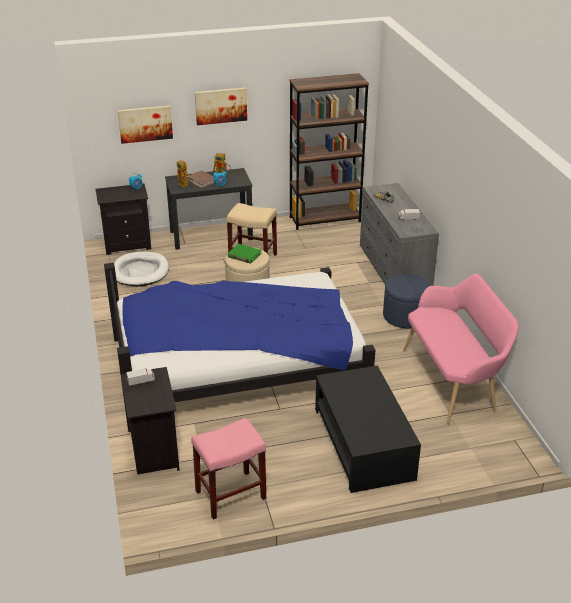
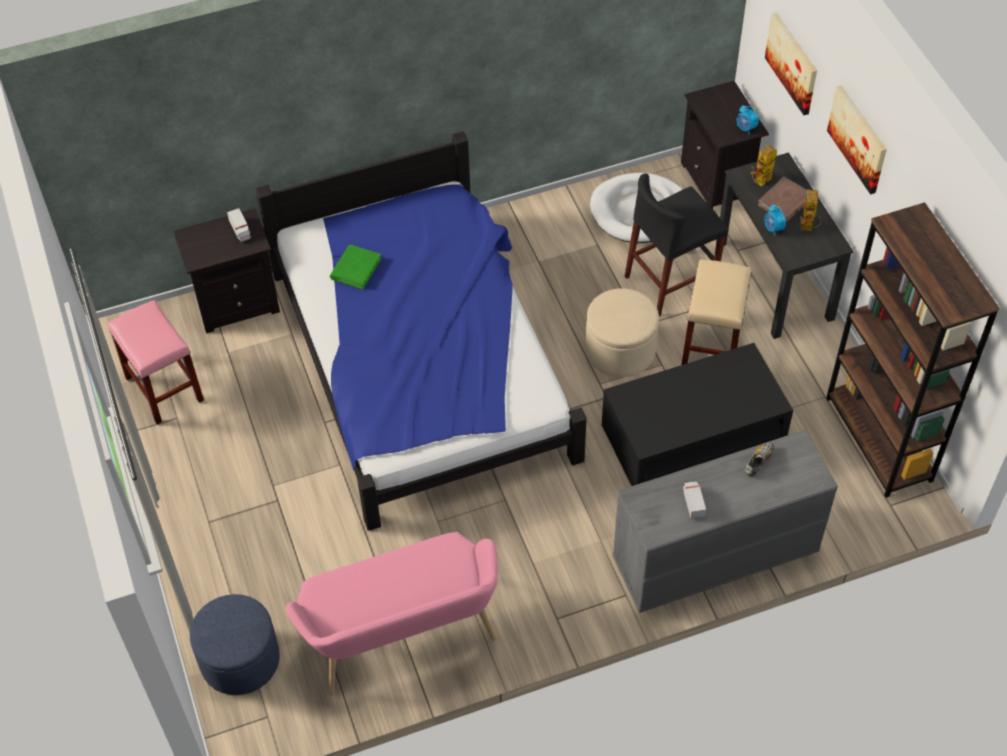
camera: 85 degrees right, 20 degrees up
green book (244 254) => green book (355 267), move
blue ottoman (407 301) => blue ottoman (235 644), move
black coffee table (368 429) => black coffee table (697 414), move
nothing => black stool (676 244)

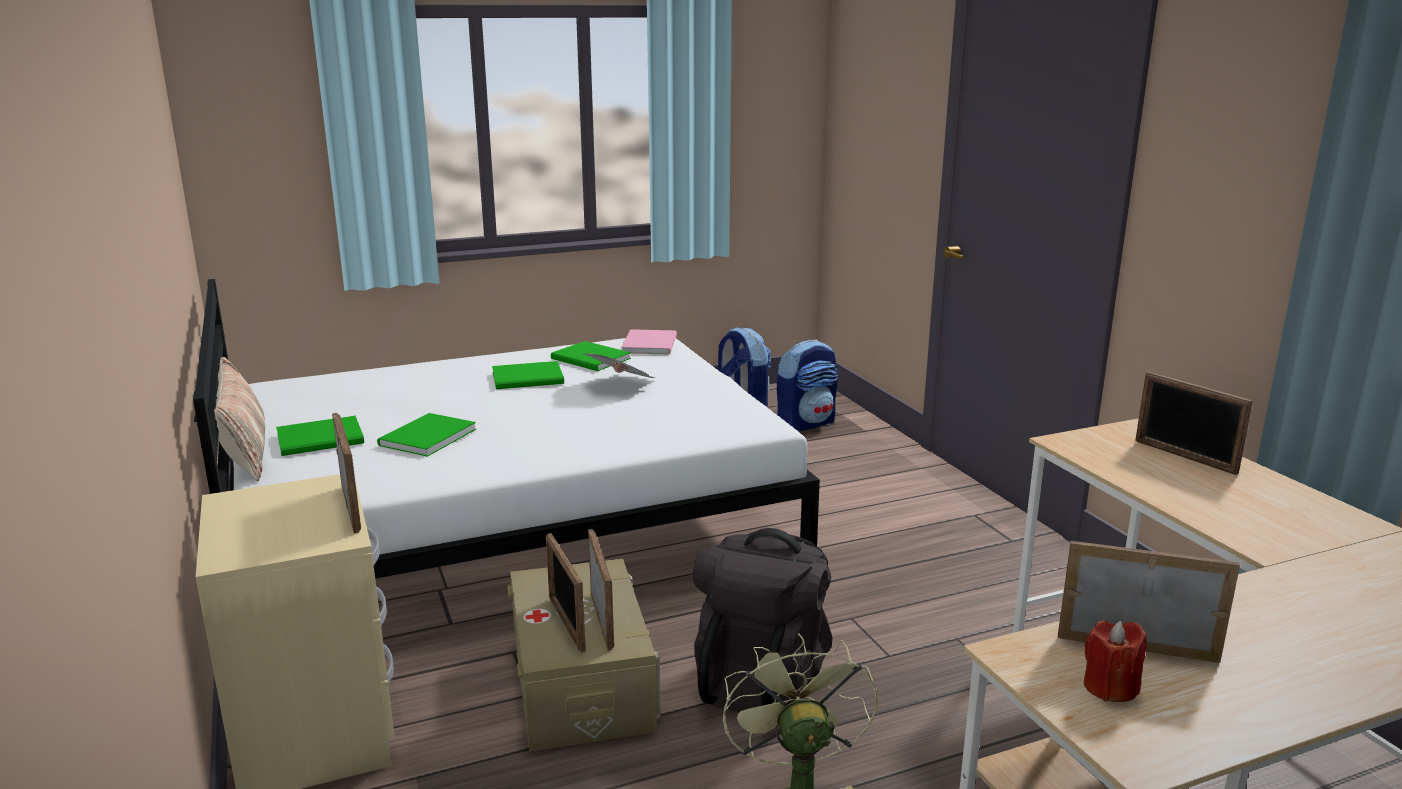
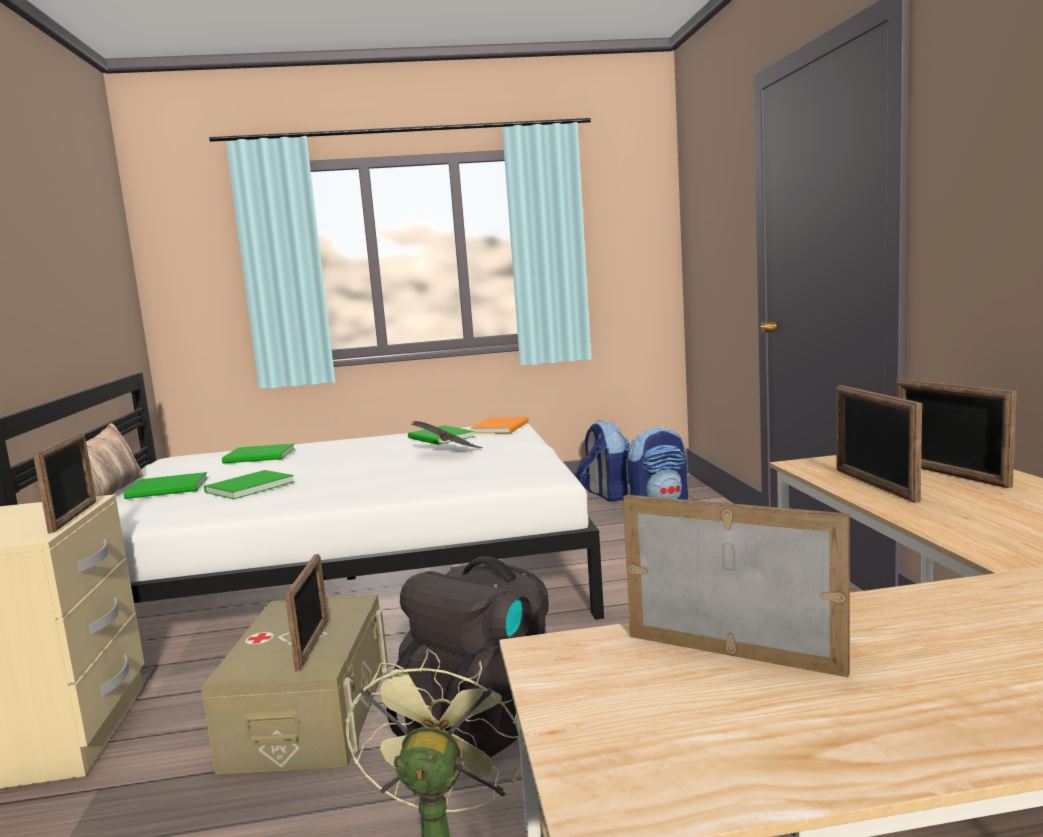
camera: 15 degrees right, 10 degrees down
pink book (649 342) => orange book (499 425)
green book (528 375) => green book (258 453), move
picture frame (566 592) => picture frame (879 444), move
red candle (1115 661) => nothing

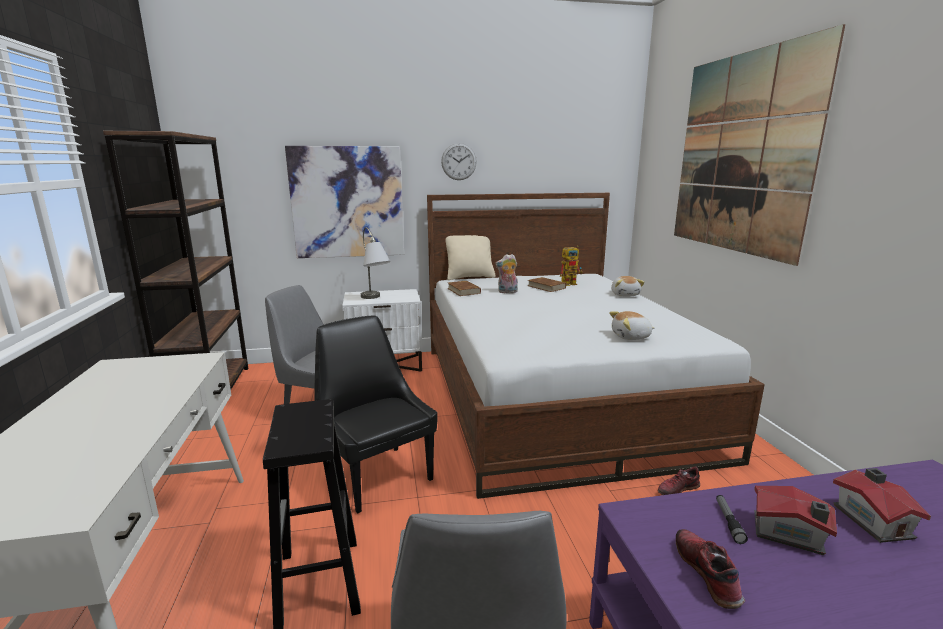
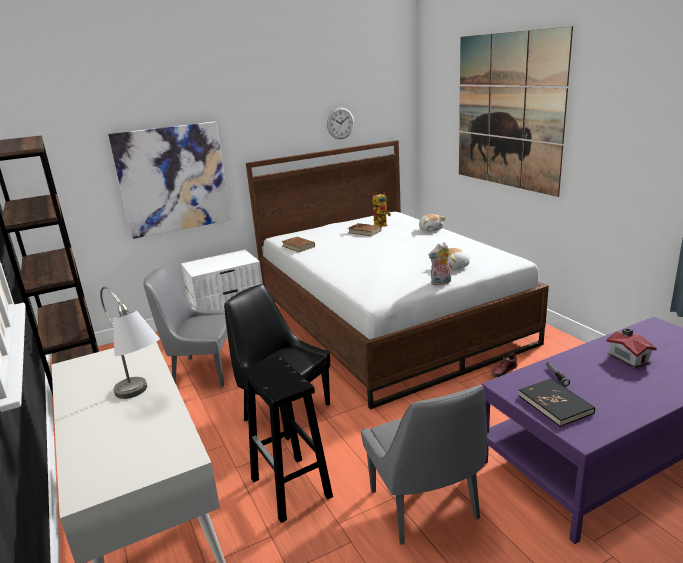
camera: 15 degrees left, 5 degrees up
wall clock (459 161) => wall clock (340 123), move
grey table lamp (375 263) => grey table lamp (130 343), move
beige pillow (470 257) => nothing
plush toy (506 273) => plush toy (440 263), move
toy house (795 520) => nothing
shoe (710 569) => black book (556 403)

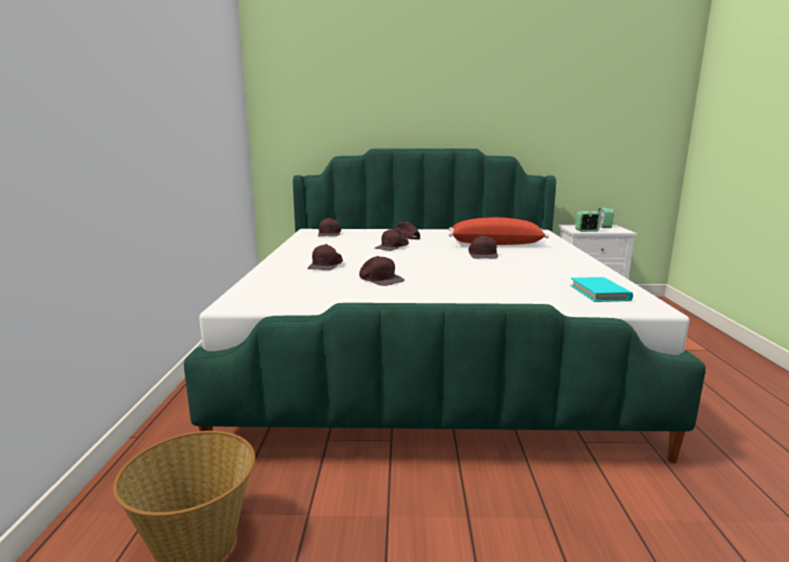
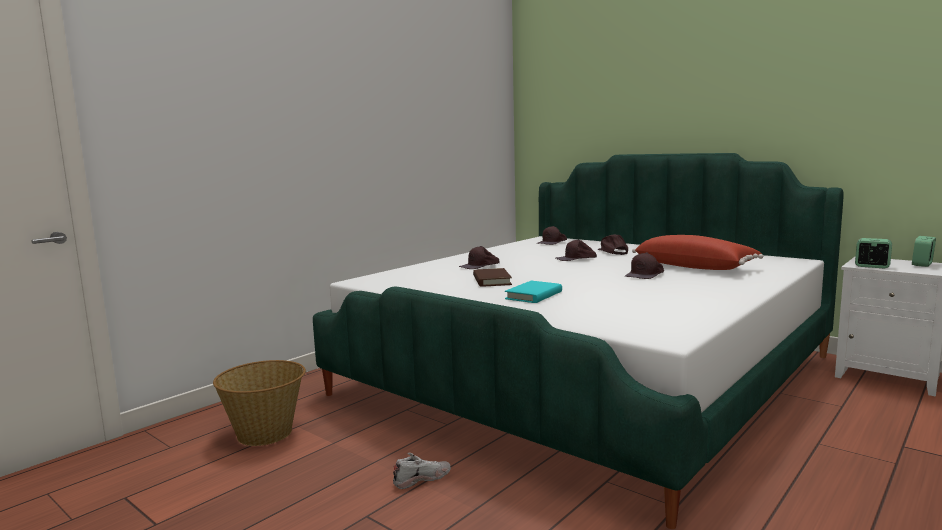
camera: 40 degrees right, 5 degrees down
brown cap (381 271) => brown book (492 277)
turquoise book (601 289) => turquoise book (533 292), move
nothing => white shoe (422 471)

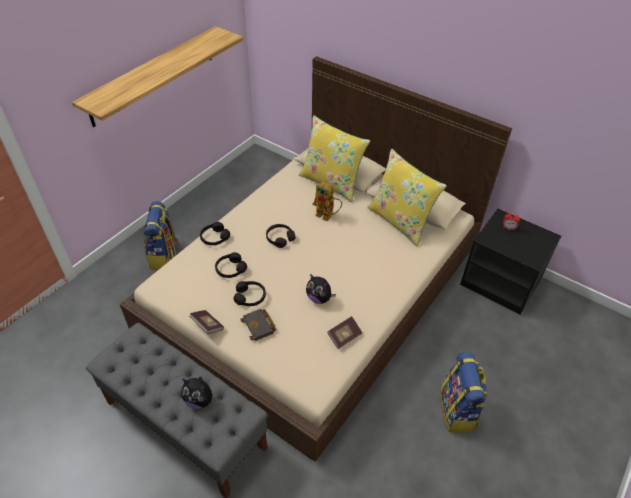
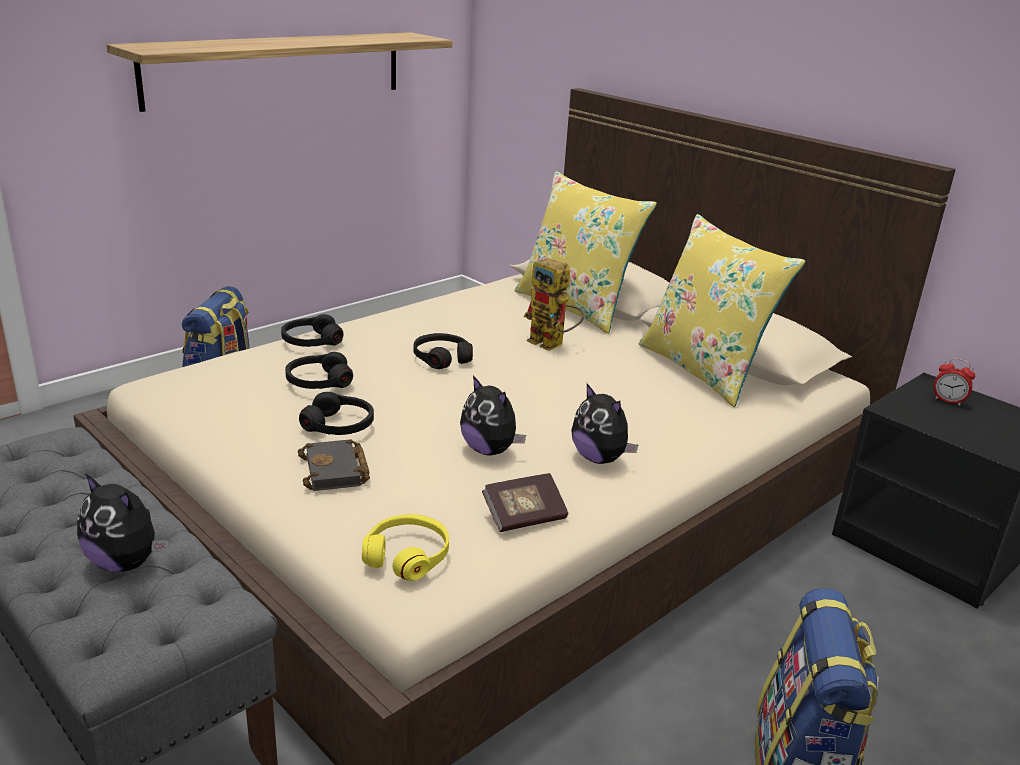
camera: 10 degrees right, 20 degrees down
book (206 322) => nothing
nothing => plush toy (604 424)
nothing => yellow headphones (405 547)

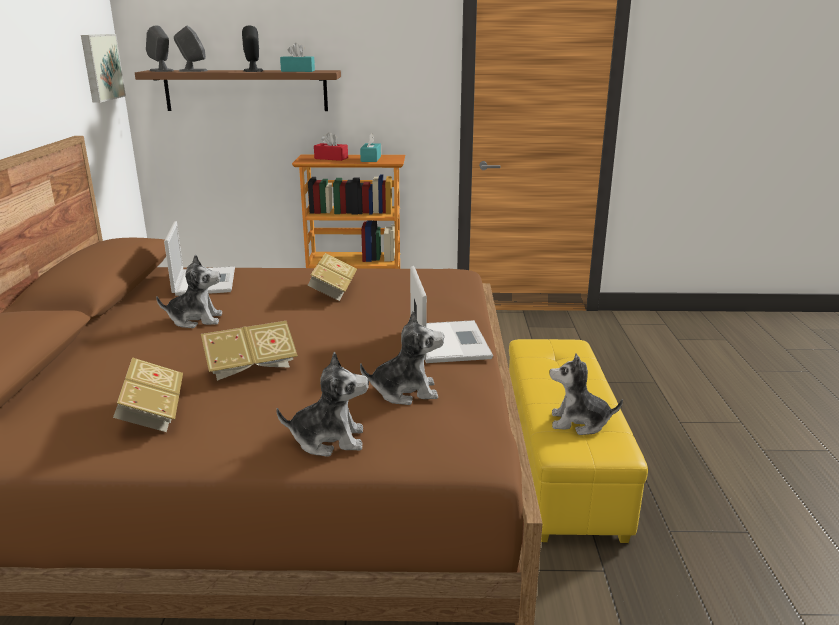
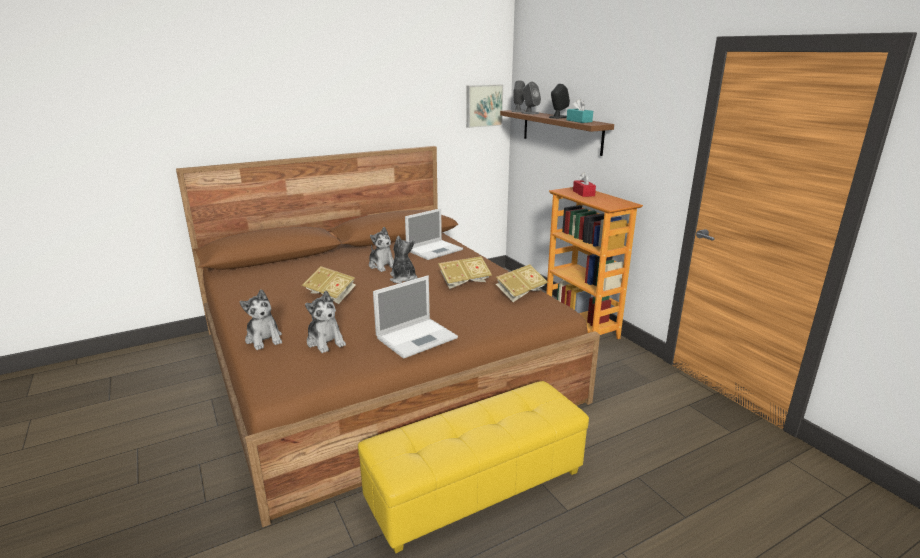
camera: 60 degrees right, 0 degrees up
turquoise tissue box (370 147) => nothing
plush toy (586 394) => plush toy (404 260), move
book (148 394) => book (522 283), move

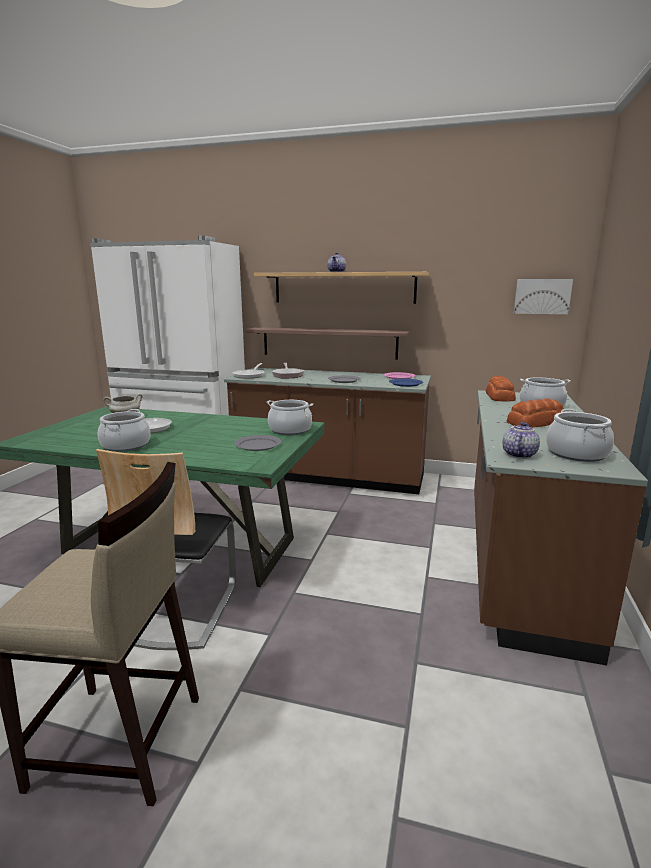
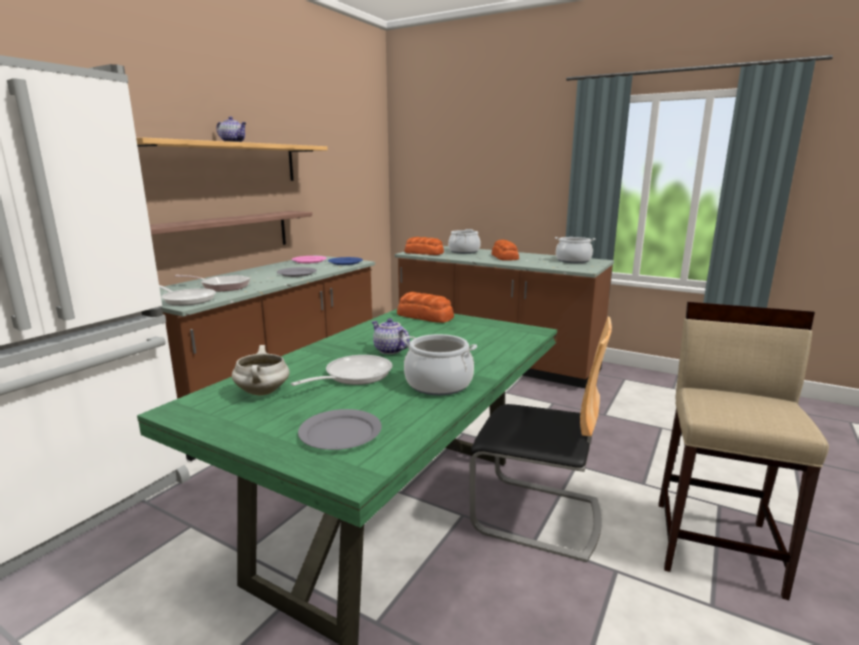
camera: 75 degrees left, 0 degrees up
picture (543 296) => nothing
cooking pot (289 417) => bread (425 307)
teapot (521 440) => teapot (391 336), move
grey plate (258 443) => grey plate (340 429), move

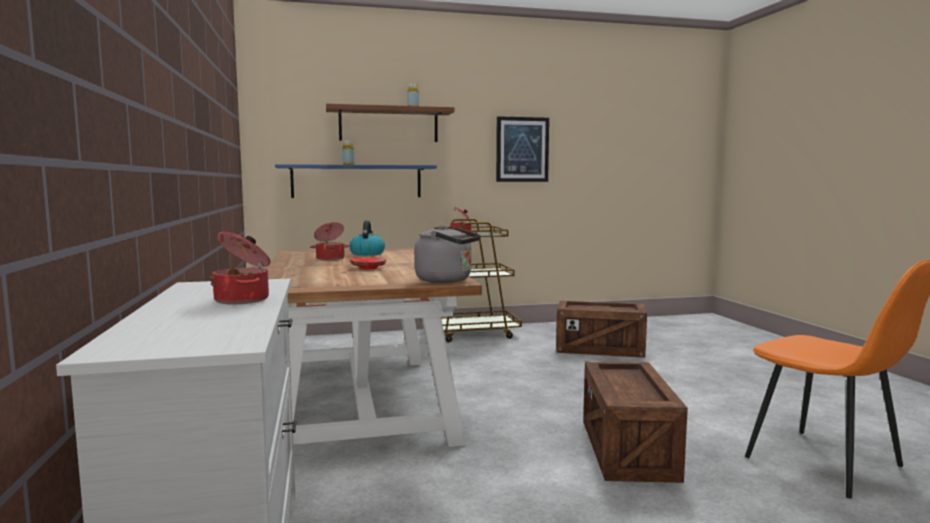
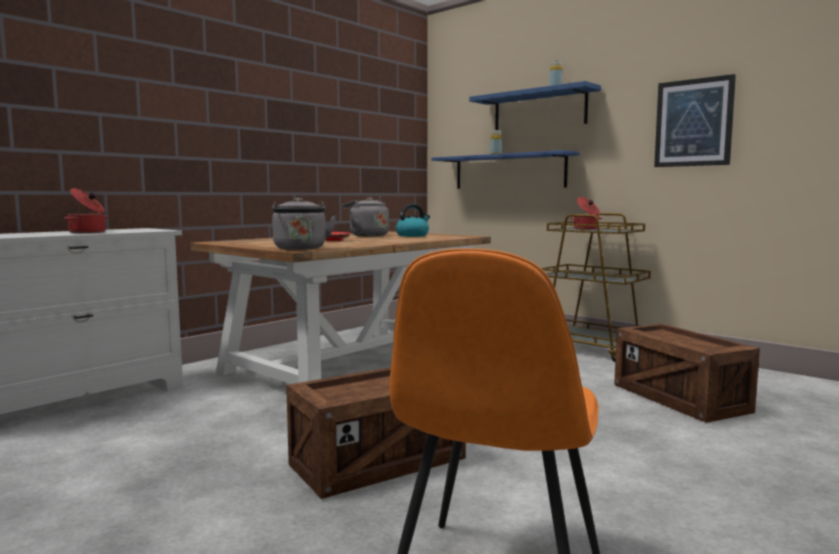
camera: 55 degrees right, 0 degrees up
brown shelf (390 123) => blue shelf (535 105)
cooking pot (330 241) => grey kettle (365 217)

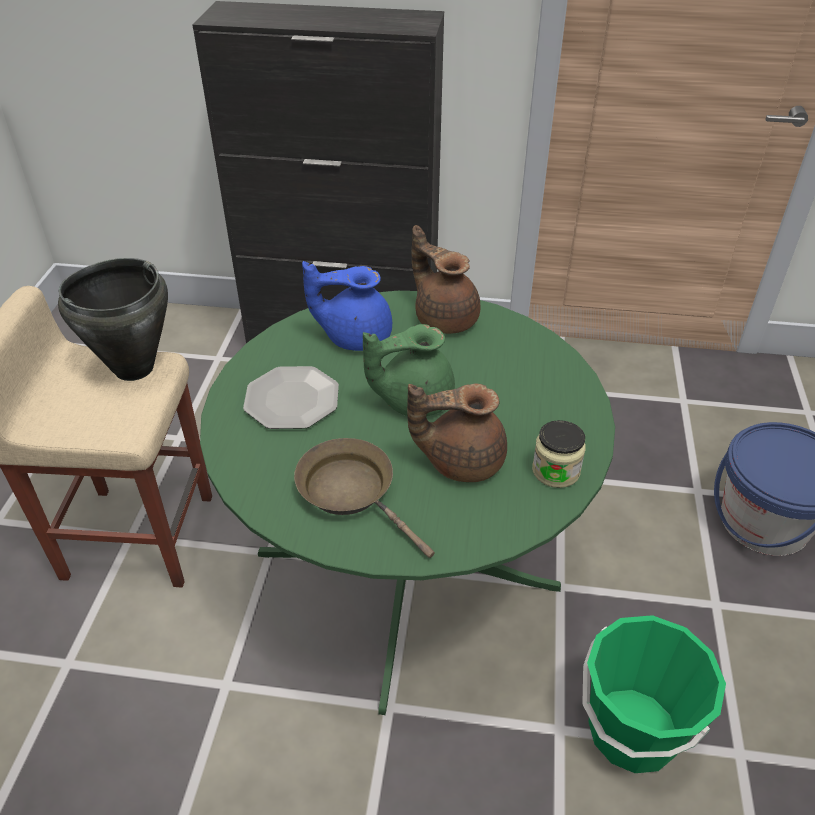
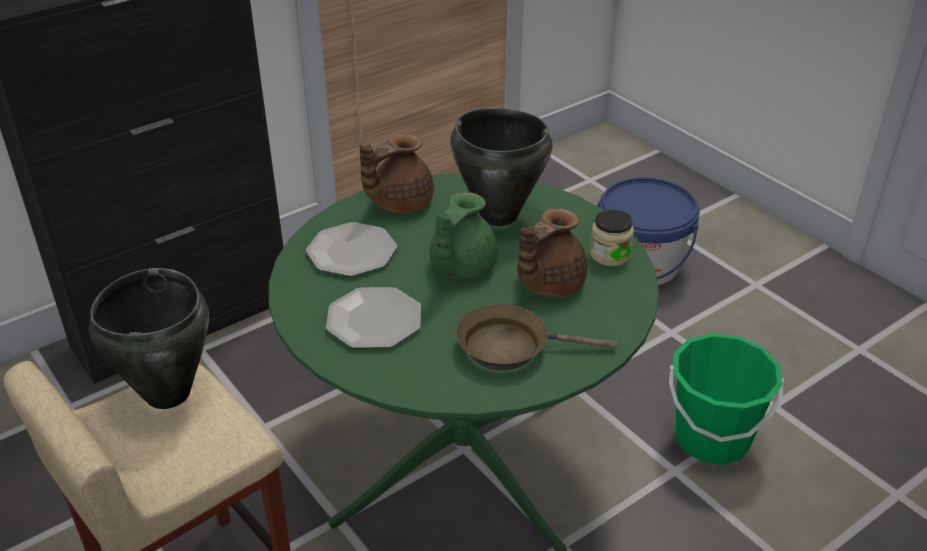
camera: 45 degrees left, 5 degrees down
brown teapot (446 279) => brown teapot (397 174), 45 degrees counterclockwise
blue teapot (347 306) => plate (351 249)
nothing => black cooking pot (501 167)

